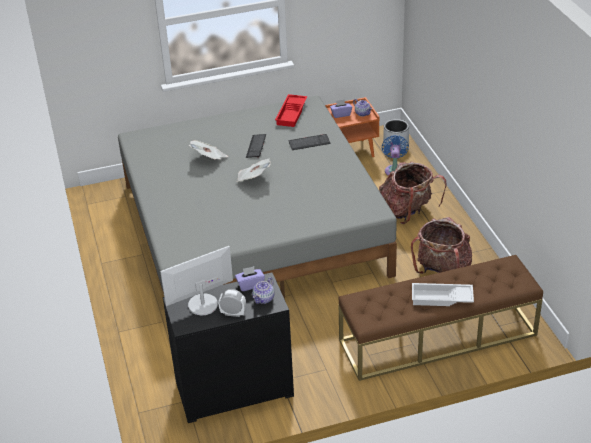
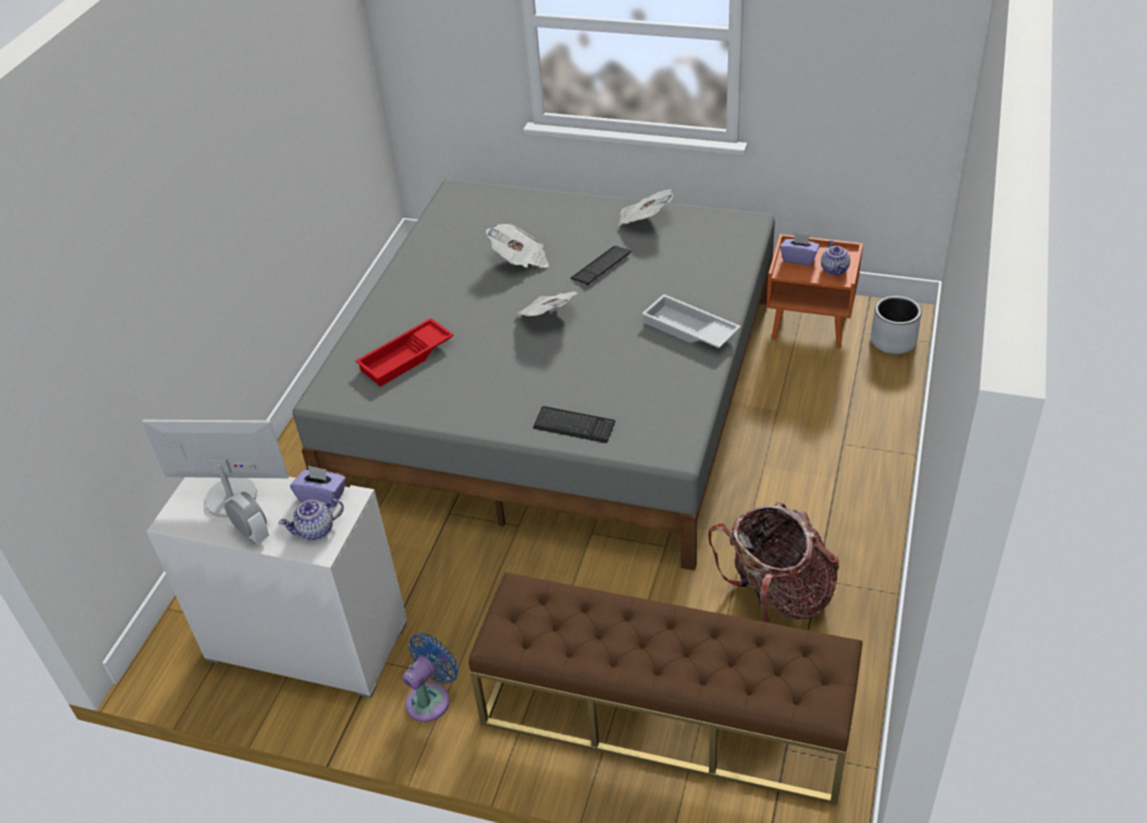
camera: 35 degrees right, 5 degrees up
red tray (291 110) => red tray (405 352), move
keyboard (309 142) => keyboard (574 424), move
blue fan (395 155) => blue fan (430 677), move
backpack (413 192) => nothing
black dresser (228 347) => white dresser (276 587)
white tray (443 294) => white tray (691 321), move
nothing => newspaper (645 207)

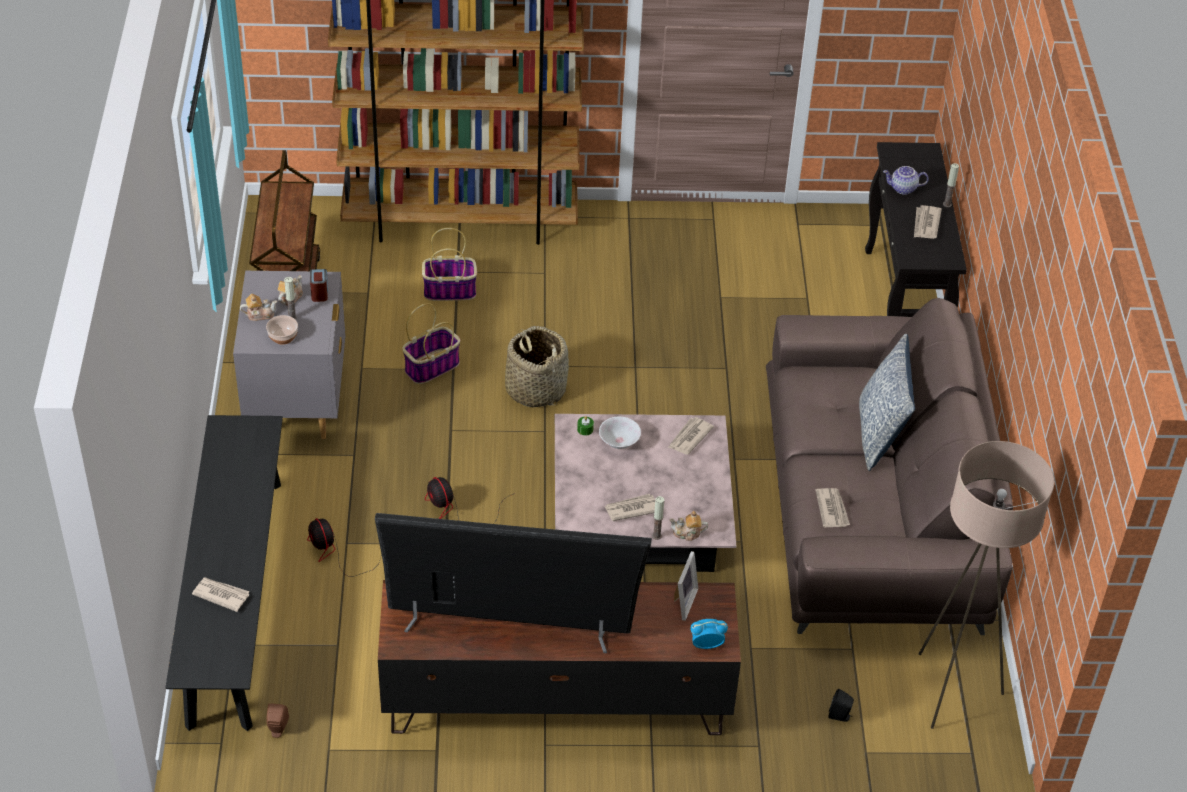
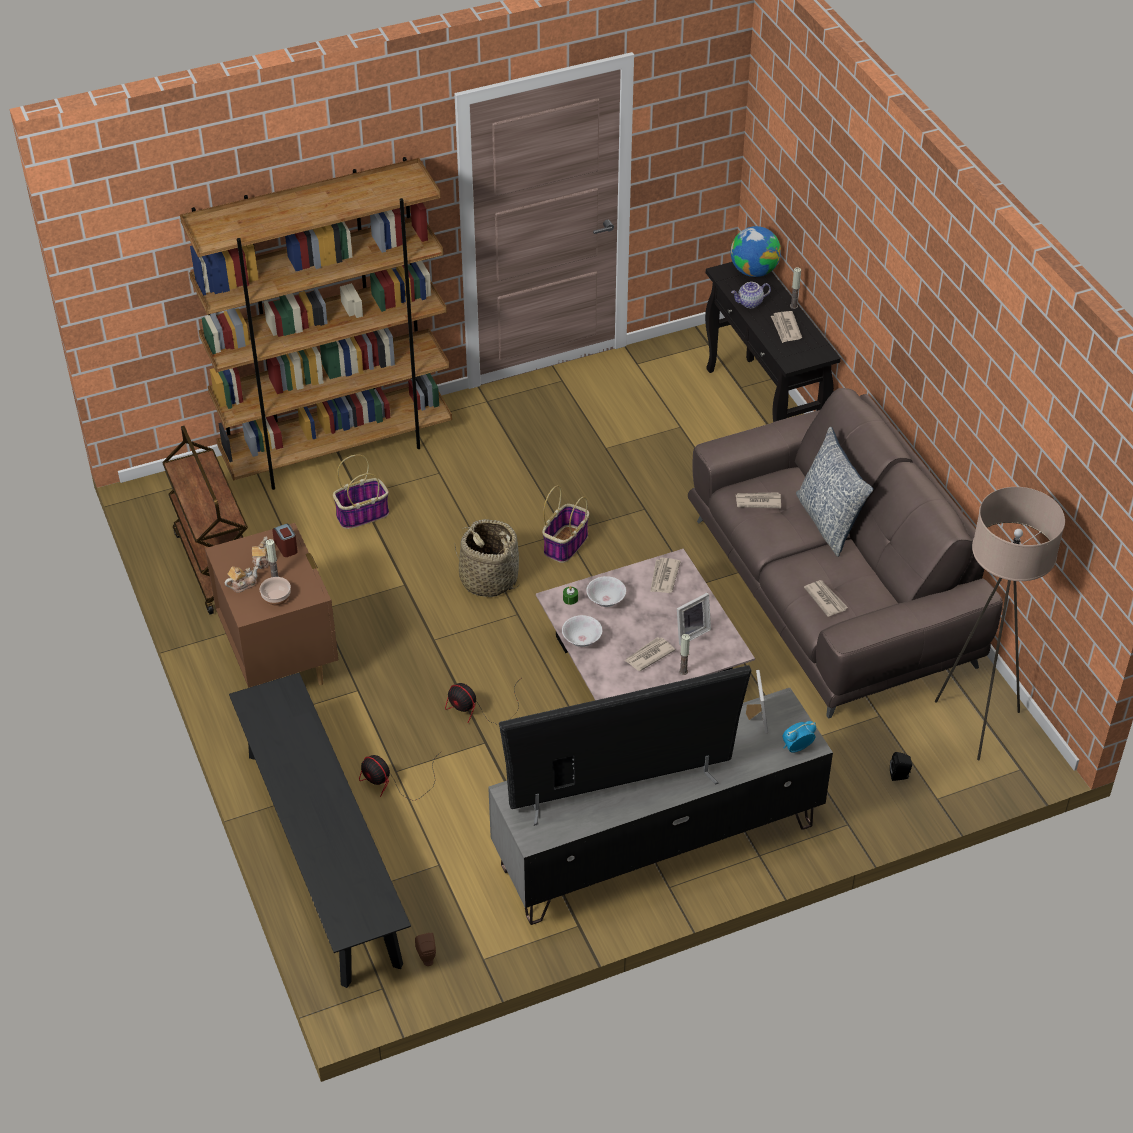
camera: 20 degrees left, 0 degrees up
grey nightstand (289 355) => brown nightstand (271 605)
basket (431 343) => basket (565 524), move
teapot (688 526) => nothing
newspaper (221 594) => newspaper (758 500), move
brown tv stand (559 657) => grey tv stand (660 806)
nothing => globe (756 251)
nothing => picture frame (694 619)
nothing => white bowl (582 631)

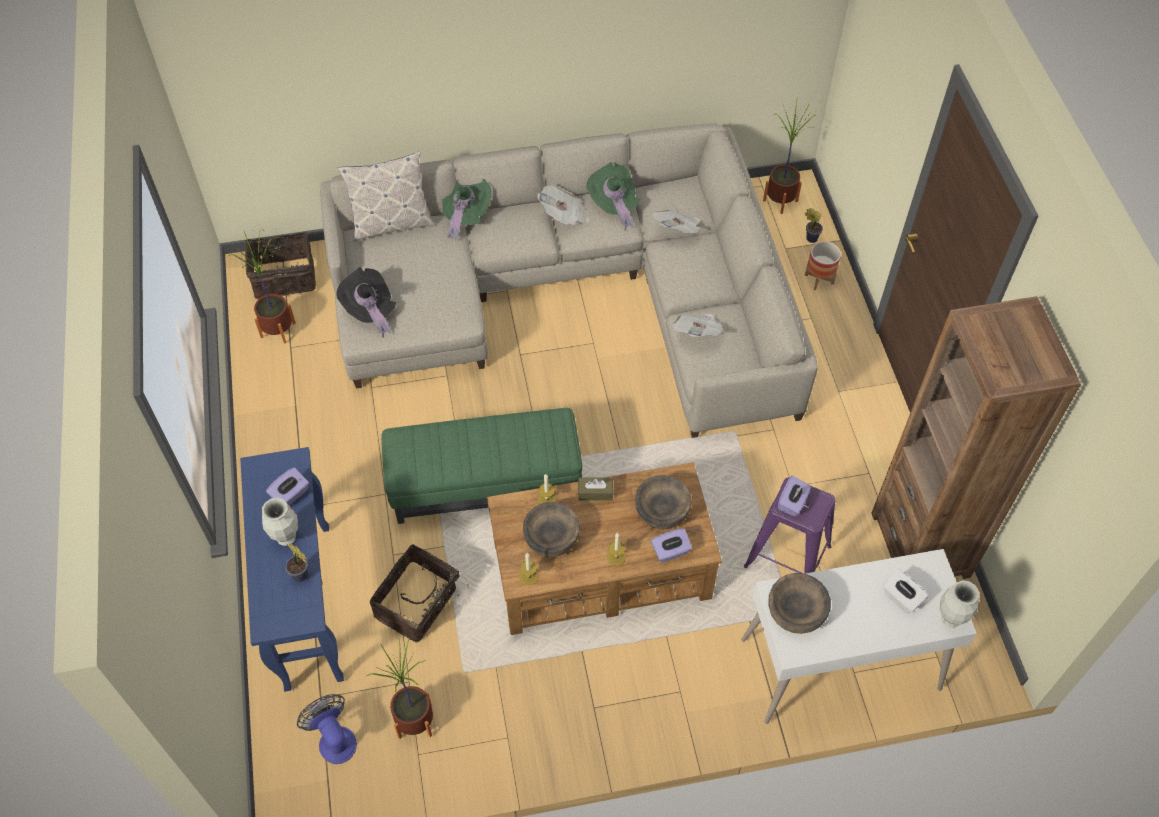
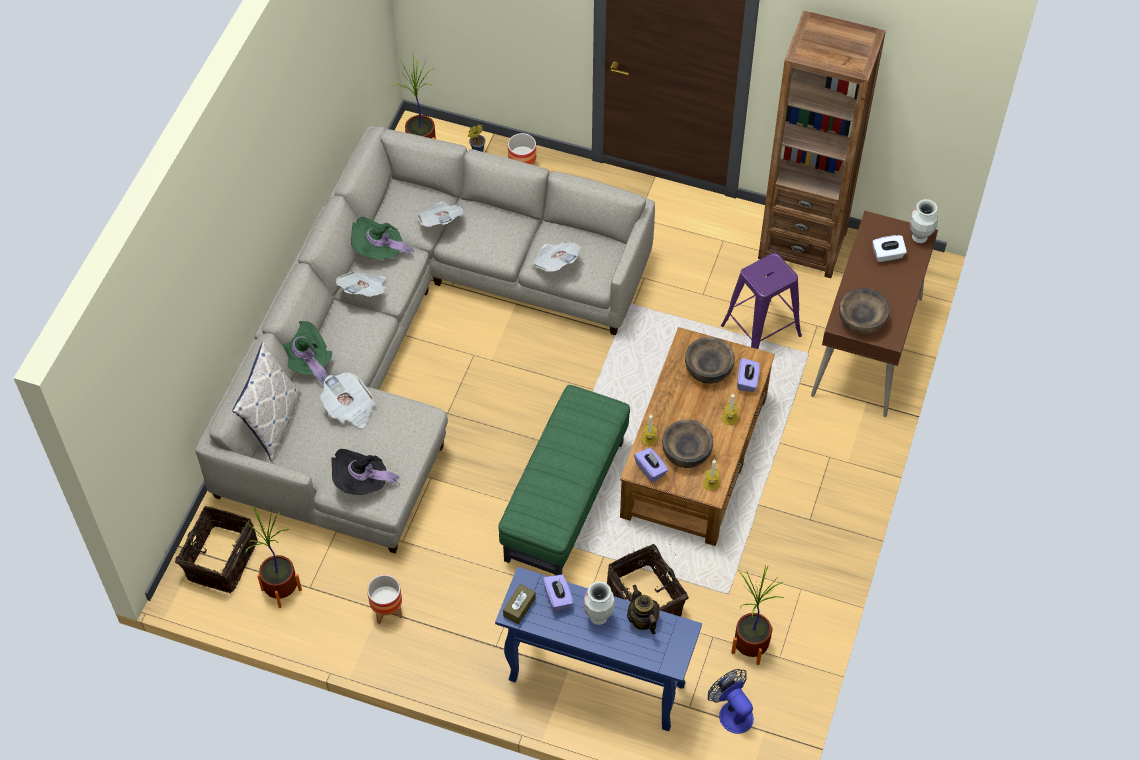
camera: 60 degrees left, 0 degrees up
purple tissue box (794 495) => purple tissue box (651 465), move
brown tissue box (595 489) => brown tissue box (519 604), move
potted plant (296 562) => teapot (643 609)
white desk (859 636) => brown desk (874 314)
fan (327 729) => fan (731 701), 60 degrees clockwise
nothing => newspaper (348 400)
nothing => planter (384 599)

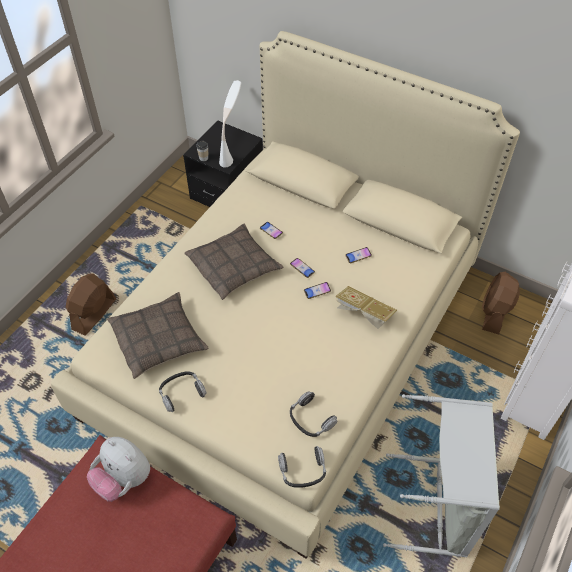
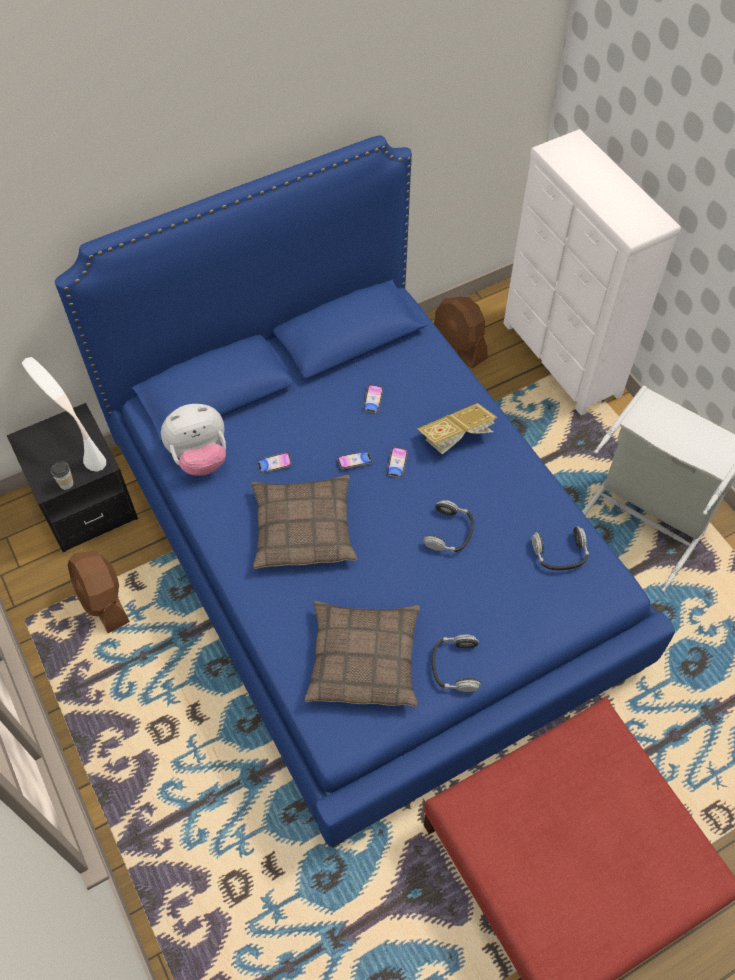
camera: 60 degrees left, 5 degrees up
beige bed (285 295) => blue bed (365 491)
brown fan (91 304) => brown fan (99 592), move
plush toy (118 469) => plush toy (193 440), move
headphones (302 467) => headphones (448 526), move

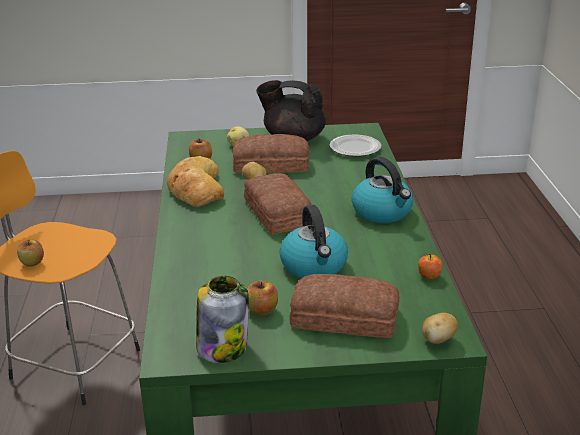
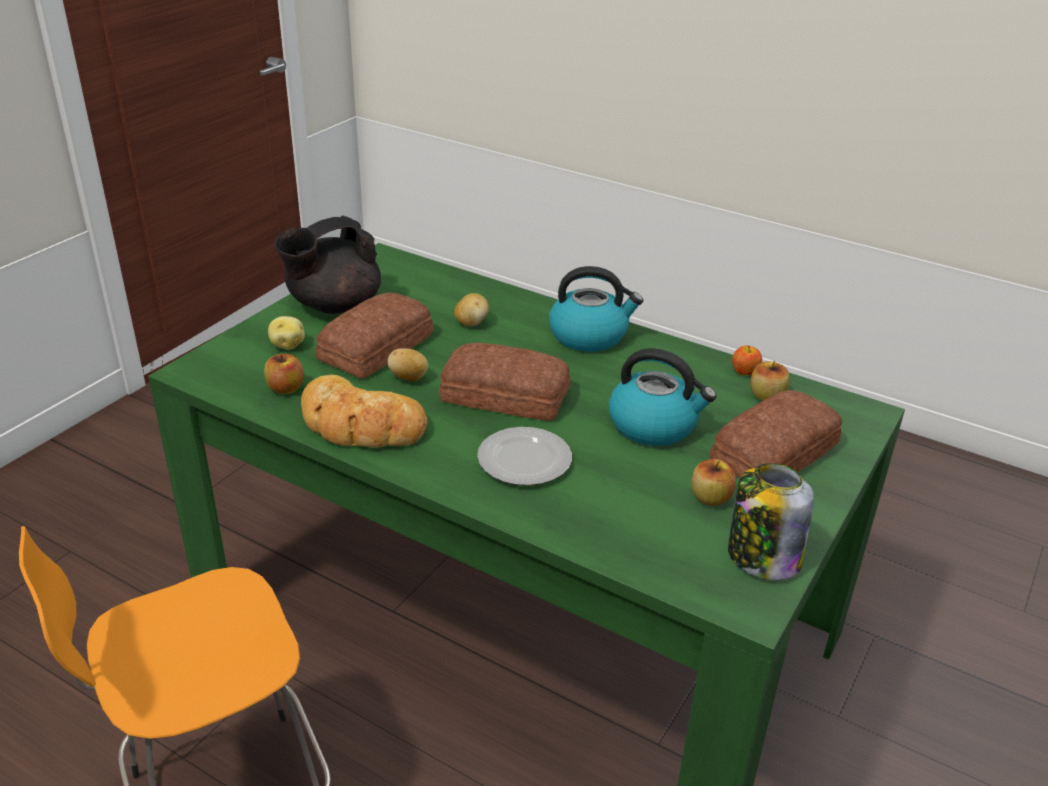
camera: 55 degrees left, 5 degrees up
plate (355 145) => plate (524 456), move
apple (30 252) => apple (770 381), move
potato (440 328) => potato (471 309), move

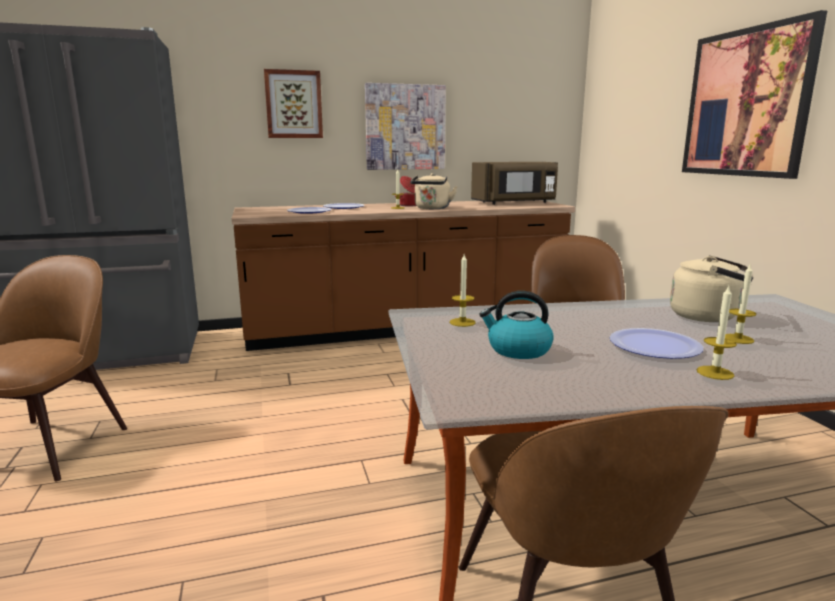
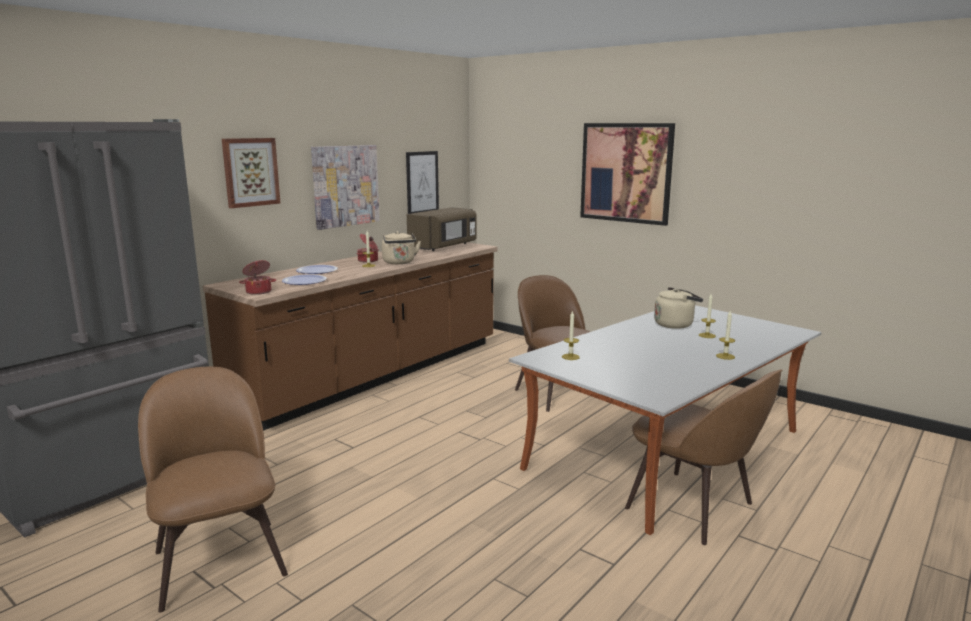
camera: 35 degrees left, 0 degrees up
kettle (516 325) => nothing
plate (656 343) => nothing
nothing => picture (422 182)
nothing => cooking pot (257 277)

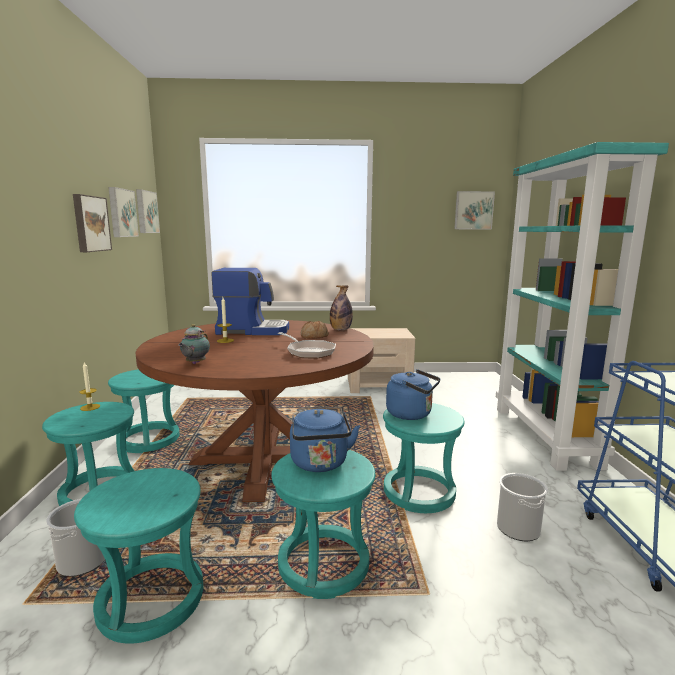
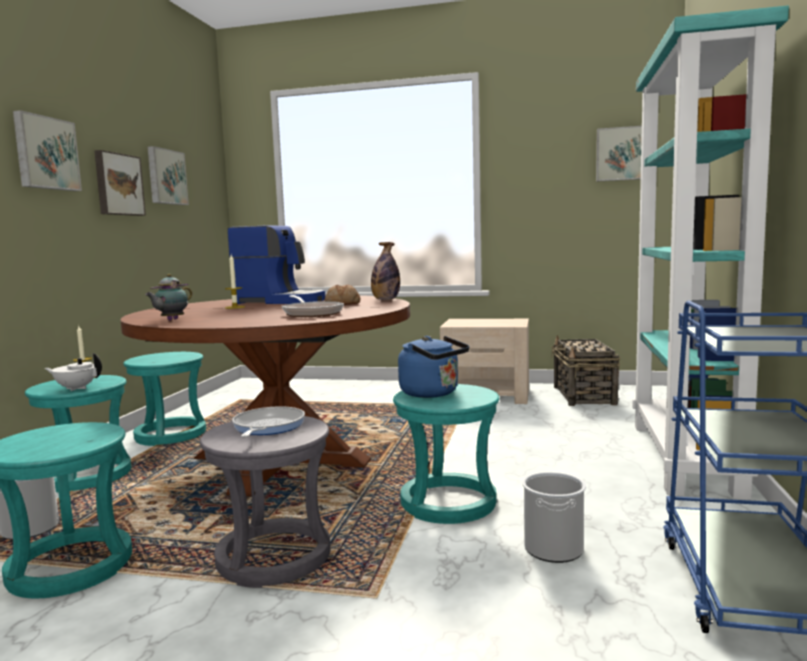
camera: 15 degrees right, 5 degrees down
picture (148 211) => picture (47 150), move
blue kettle (325 440) => frying pan (268 421)
turquoise stool (323 524) => grey stool (265 502)
nothing => basket (585 370)
nothing => white teapot (73 372)

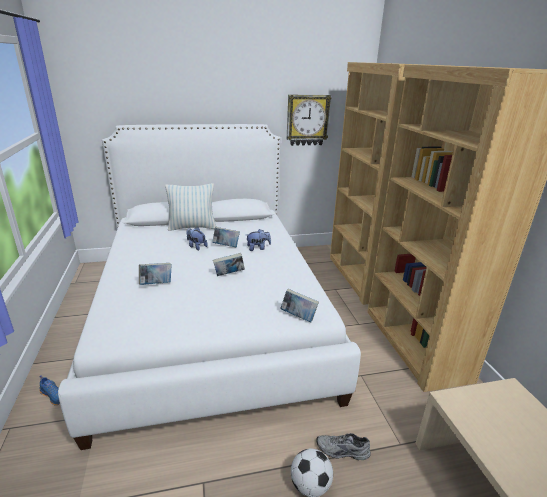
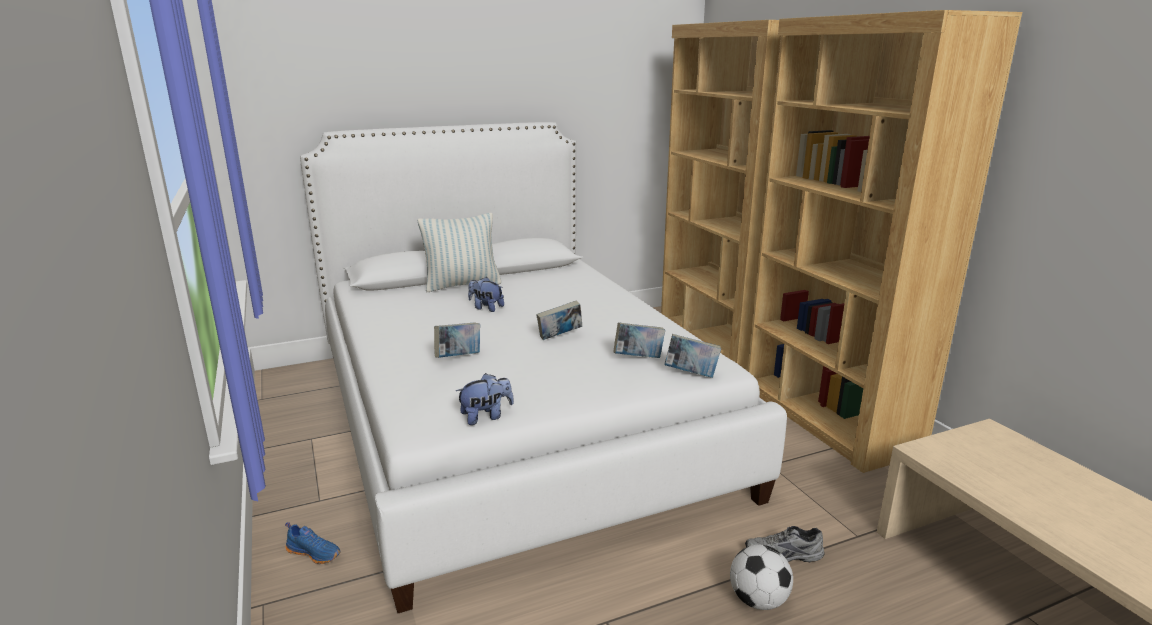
camera: 10 degrees left, 5 degrees down
wall clock (309 120) => nothing
book (226 237) => book (639 340), move
plush toy (258 240) => plush toy (485 399), move

